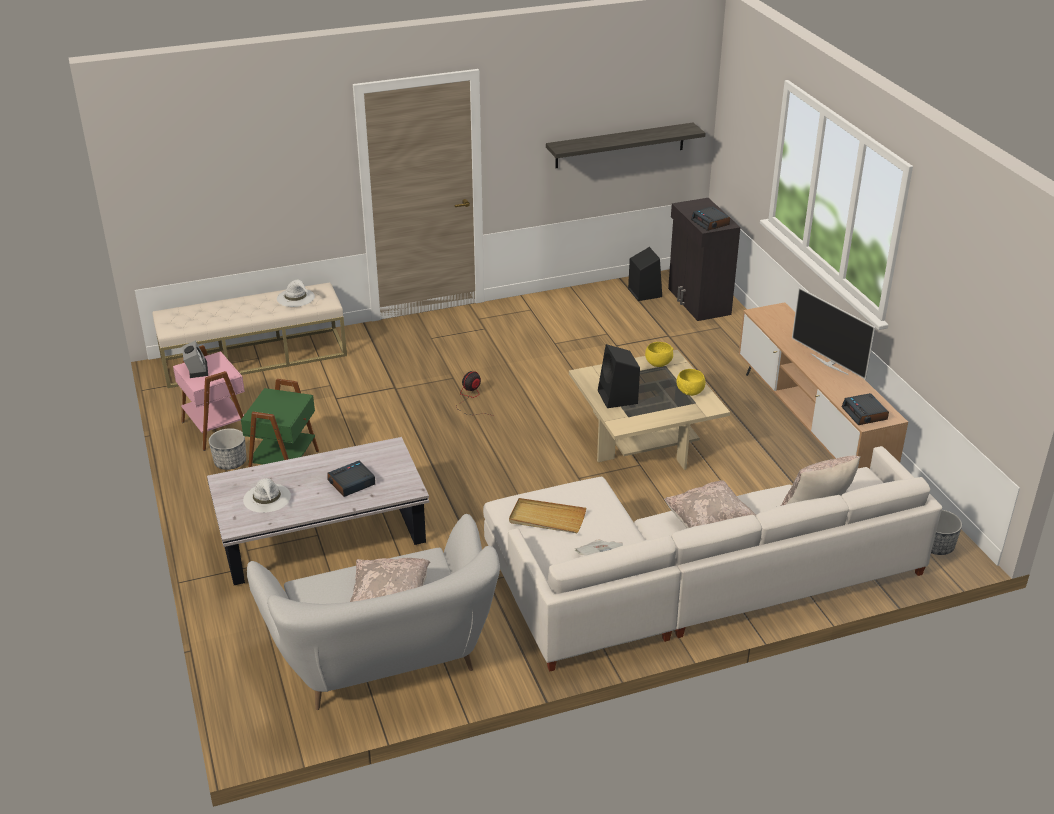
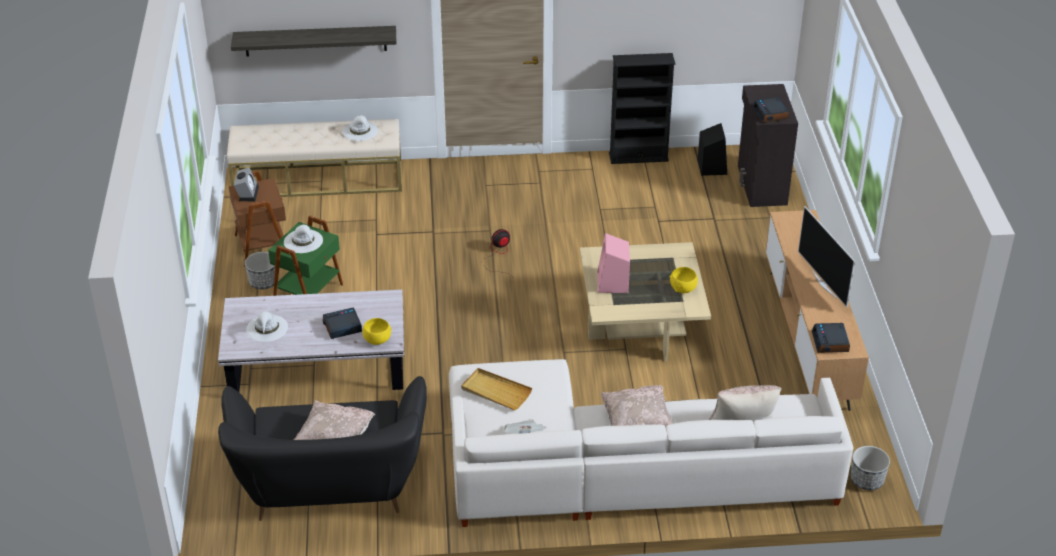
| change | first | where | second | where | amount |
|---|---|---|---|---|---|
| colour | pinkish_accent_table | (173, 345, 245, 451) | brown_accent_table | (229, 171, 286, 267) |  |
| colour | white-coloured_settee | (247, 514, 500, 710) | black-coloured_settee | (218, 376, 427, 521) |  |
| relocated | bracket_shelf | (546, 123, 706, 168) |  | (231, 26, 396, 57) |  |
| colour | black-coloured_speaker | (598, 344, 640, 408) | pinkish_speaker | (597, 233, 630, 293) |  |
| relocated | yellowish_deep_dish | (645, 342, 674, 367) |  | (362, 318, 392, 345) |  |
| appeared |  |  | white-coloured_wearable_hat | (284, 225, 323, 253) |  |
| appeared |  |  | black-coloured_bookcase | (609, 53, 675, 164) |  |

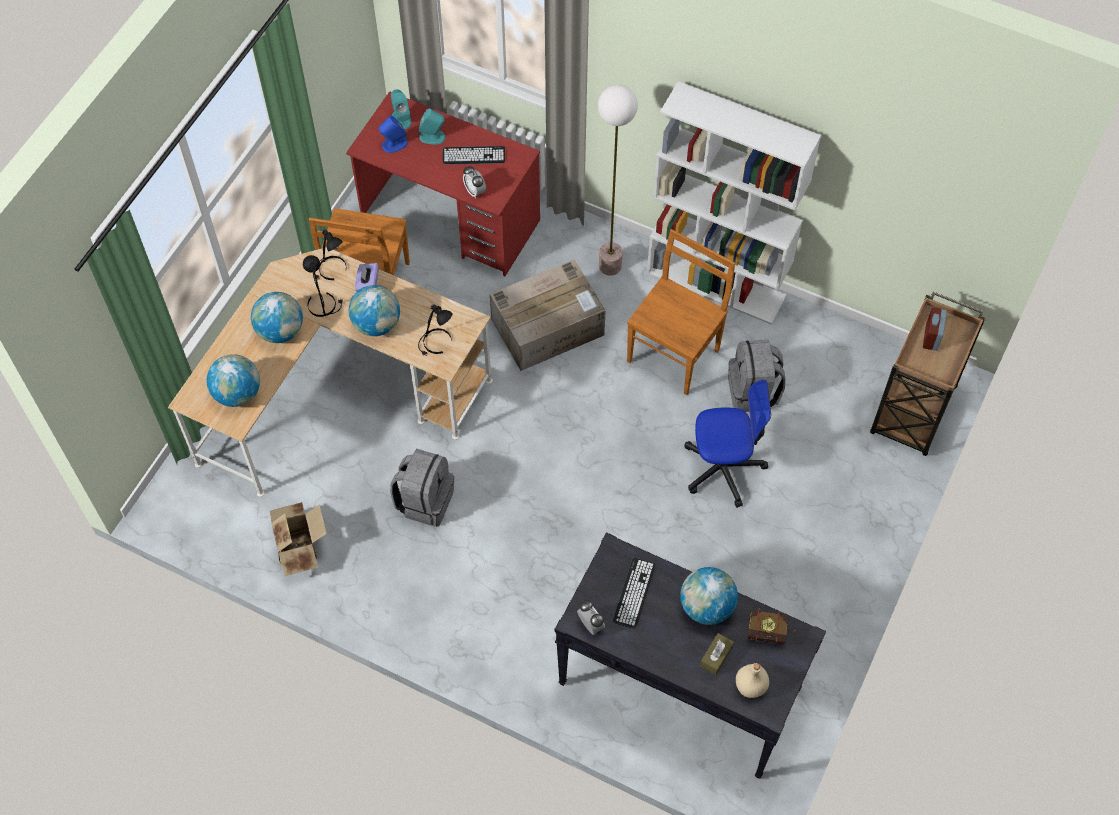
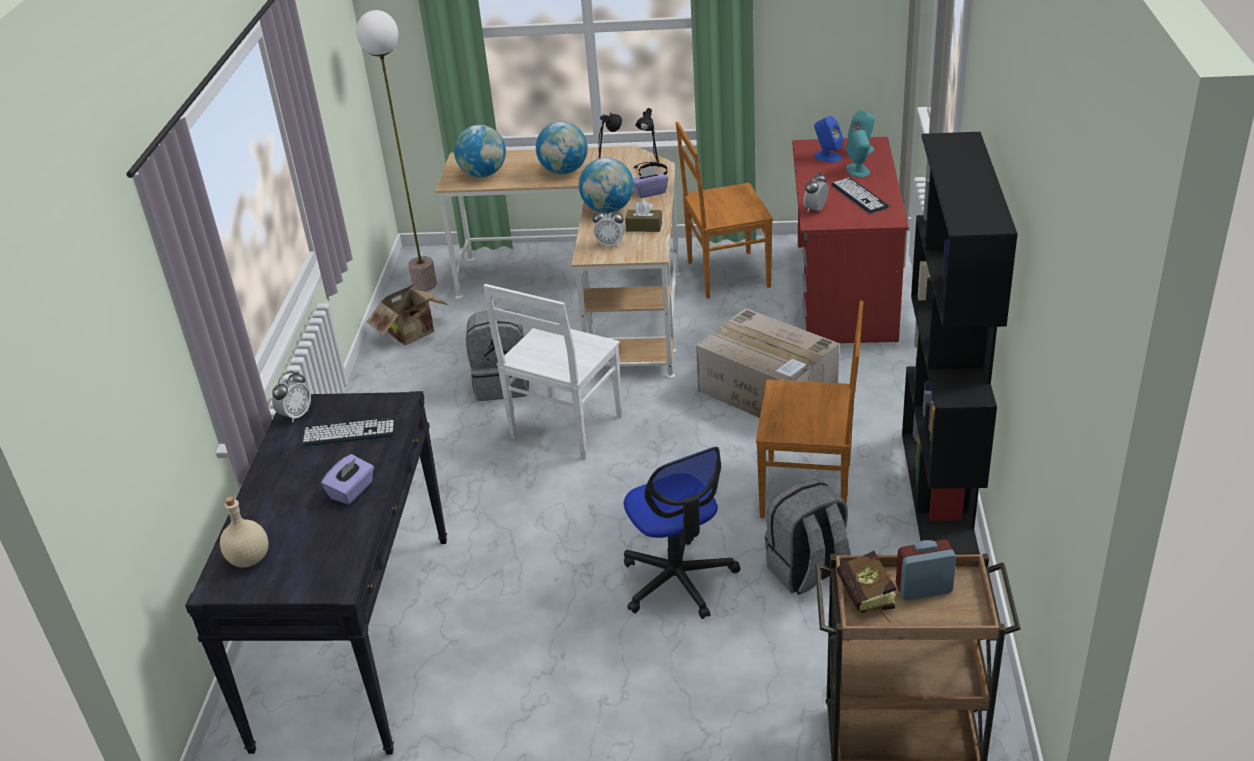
| change | first | where | second | where | amount |
|---|---|---|---|---|---|
| exchanged | black-coloured_table_lamp | (418, 304, 453, 356) | alarm_clock | (593, 207, 625, 247) |  |
| relocated | standard_lamp | (598, 85, 638, 275) |  | (356, 10, 437, 291) |  |
| colour | white-coloured_bookcase | (647, 81, 821, 324) | black-coloured_bookcase | (902, 132, 1018, 554) |  |
| exchanged | world_globe | (680, 567, 738, 625) | purple_box_of_tissues | (321, 454, 374, 505) |  |
| relocated | brown_box_of_tissues | (700, 633, 734, 675) |  | (625, 200, 662, 232) |  |
| relocated | bound_book | (747, 608, 795, 644) |  | (837, 551, 896, 625) |  |
| appeared |  |  | white-coloured_chair | (483, 284, 623, 460) |  |

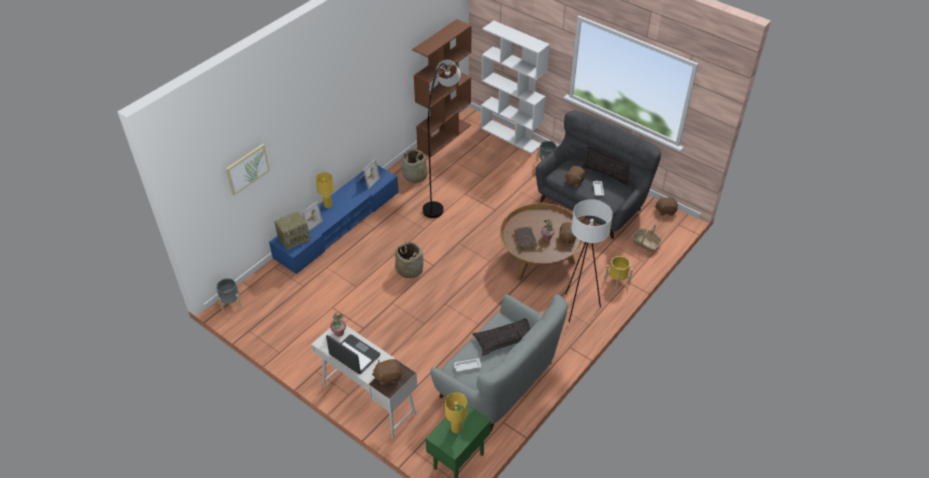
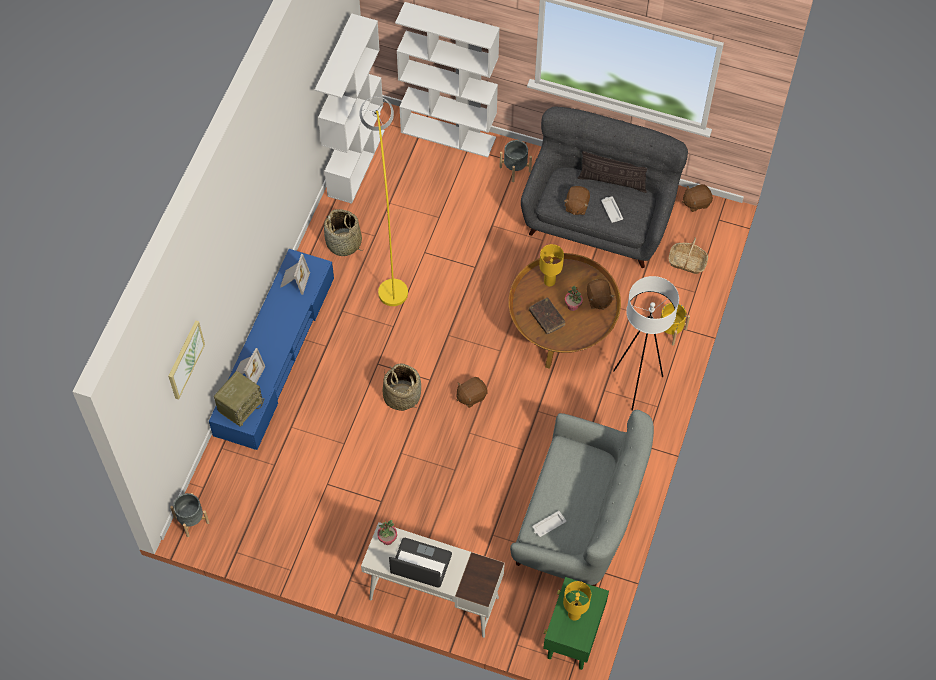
| change | first | where | second | where | amount |
|---|---|---|---|---|---|
| relocated | yellowish_table_lamp | (315, 172, 334, 208) |  | (539, 244, 564, 286) |  |
| relocated | brown_cuddly_toy | (372, 359, 402, 385) |  | (457, 377, 488, 408) |  |
| colour | brown_bookcase | (412, 19, 472, 157) | white-coloured_bookcase | (315, 13, 385, 204) |  |
| colour | gray_standard_lamp | (423, 60, 461, 218) | yellowish_standard_lamp | (359, 96, 408, 306) |  |
| missing | pillow | (472, 318, 531, 356) |  |  |  |

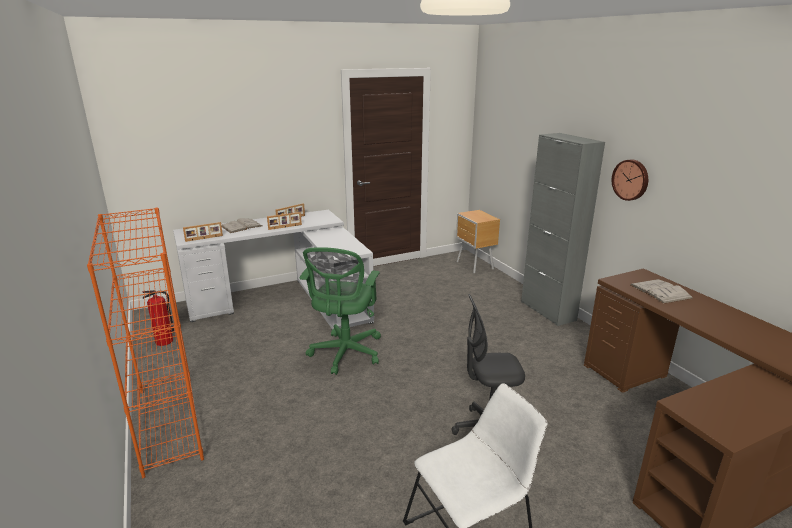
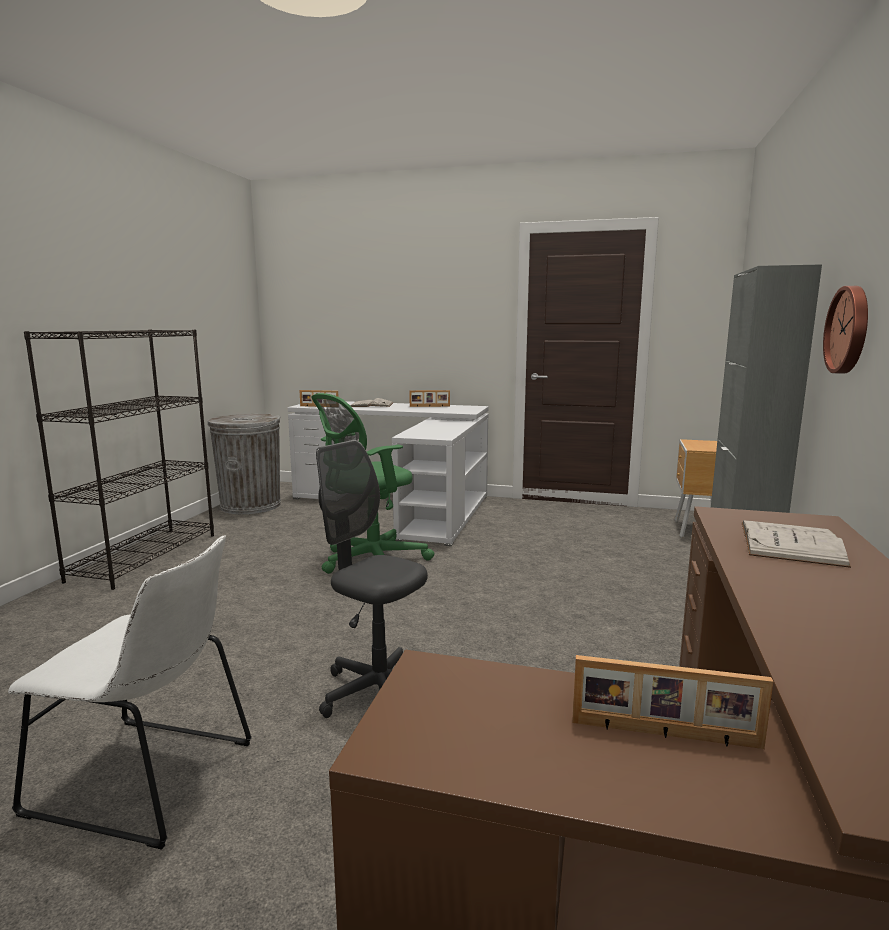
| change | first | where | second | where | amount |
|---|---|---|---|---|---|
| colour | orangey_bookcase | (87, 208, 204, 478) | black-coloured_bookcase | (24, 329, 214, 590) |  |
| exchanged | fire-fighting_cylinder | (142, 290, 174, 346) | gray_trash_can | (207, 414, 281, 514) |  |
| relocated | standing_frame | (267, 212, 302, 230) |  | (572, 655, 773, 749) |  |

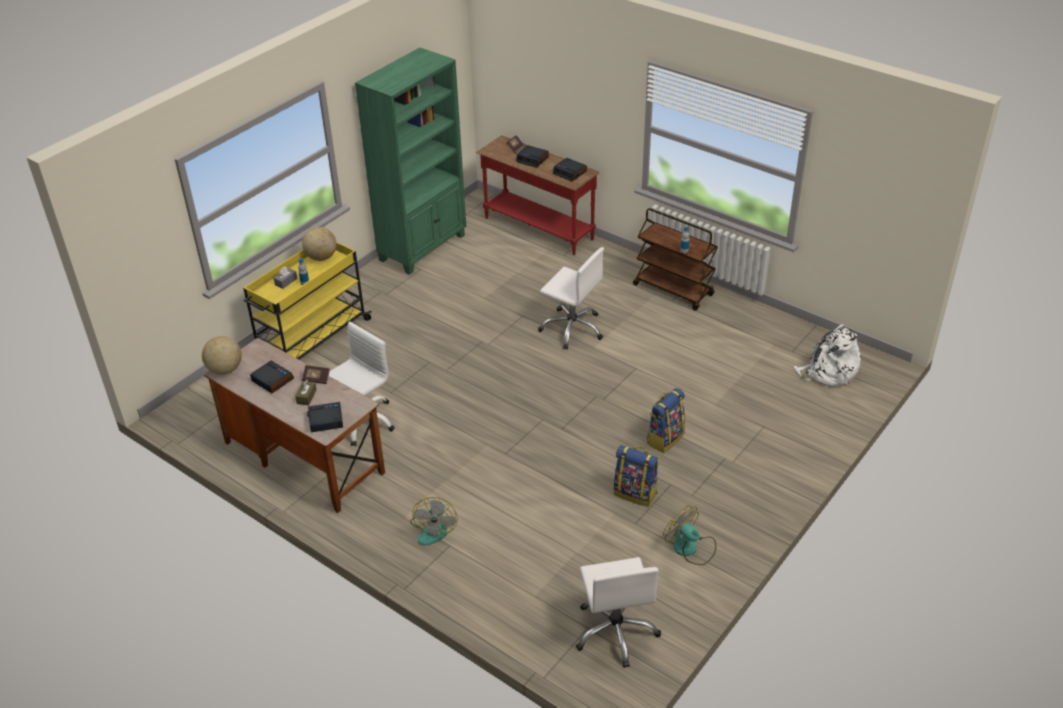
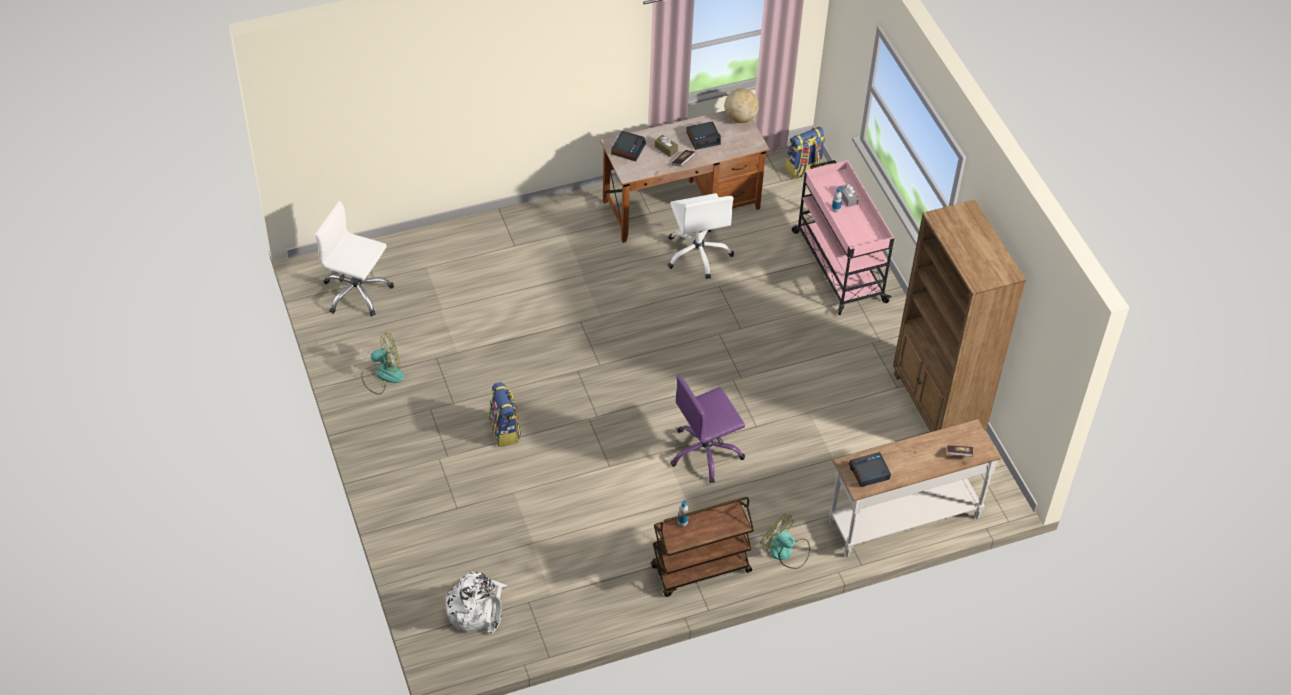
| change | first | where | second | where | amount |
|---|---|---|---|---|---|
| colour | yellowish_cart | (243, 242, 372, 359) | pinkish_cart | (792, 160, 894, 315) |  |
| missing | world_globe | (302, 227, 337, 261) |  |  |  |
| colour | green-coloured_bookcase | (355, 47, 466, 275) | brown_bookcase | (893, 200, 1026, 432) |  |
| relocated | cooling_fan | (410, 497, 458, 545) |  | (760, 514, 810, 569) |  |
| colour | red_console_table | (476, 135, 600, 255) | white-coloured_console_table | (829, 419, 1001, 557) |  |
| missing | alarm_clock | (516, 145, 549, 168) |  |  |  |
| colour | white-coloured_office_chair | (538, 247, 604, 349) | purple_office_chair | (670, 375, 745, 483) |  |
| relocated | knapsack | (614, 445, 659, 507) |  | (785, 127, 825, 179) |  |

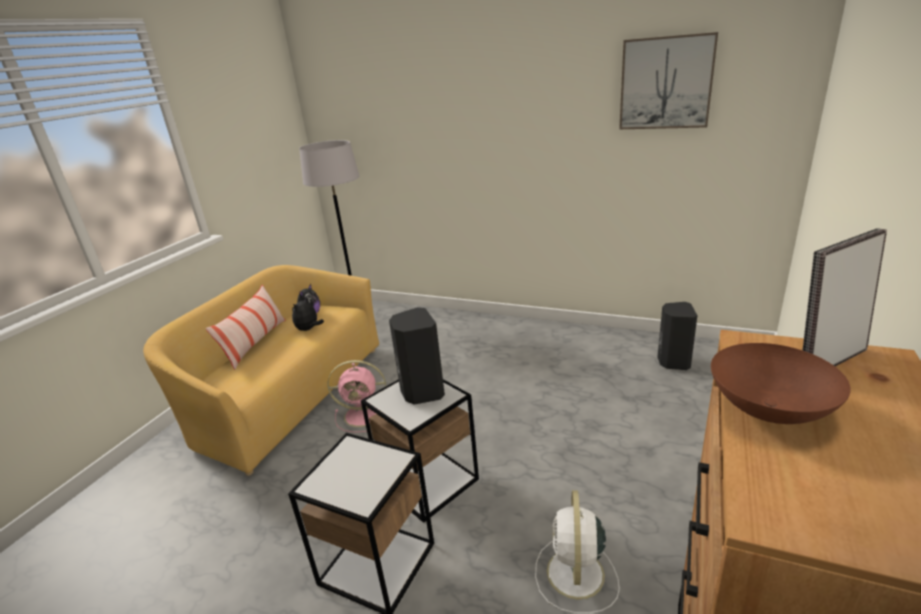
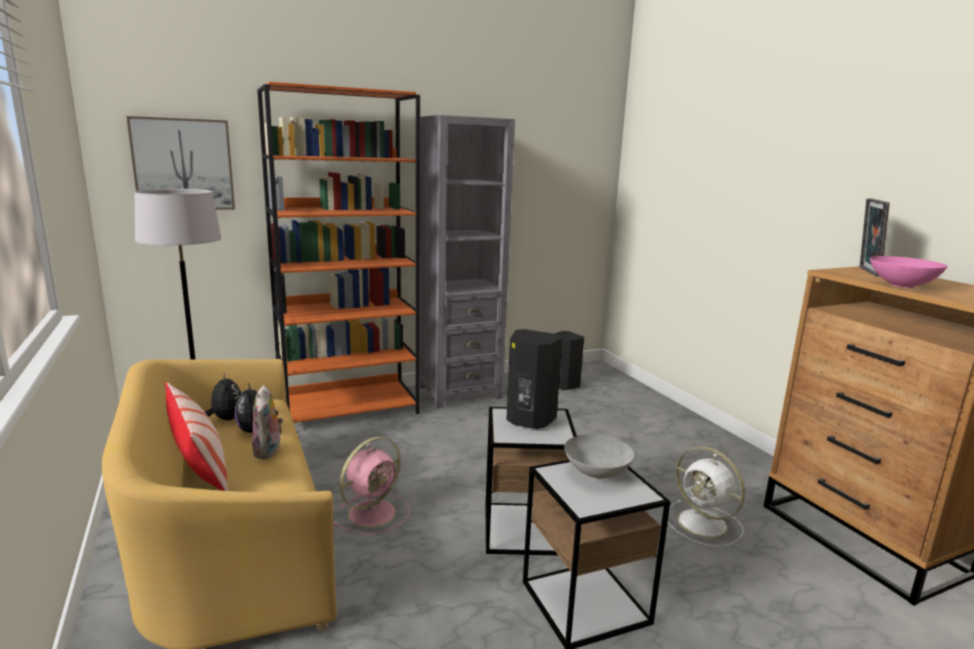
| change | first | where | second | where | amount |
|---|---|---|---|---|---|
| relocated | wall_art | (619, 32, 718, 129) |  | (126, 116, 235, 210) |  |
| colour | brown_deep_dish | (711, 343, 851, 424) | pinkish_deep_dish | (870, 256, 947, 288) |  |
| appeared |  |  | cuddly_toy | (252, 385, 283, 459) |  |
| appeared |  |  | orangey_bookcase | (257, 82, 420, 423) |  |
| appeared |  |  | gray_bookcase | (420, 115, 515, 409) |  |
| appeared |  |  | gray_deep_dish | (564, 434, 635, 479) |  |

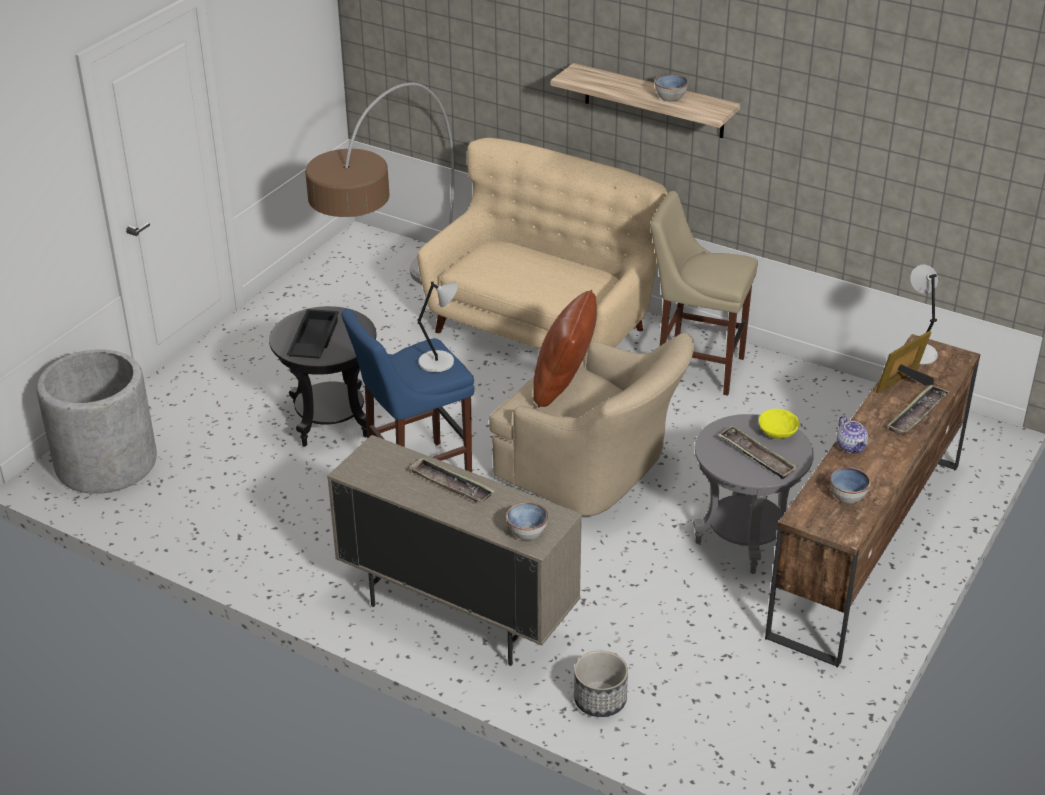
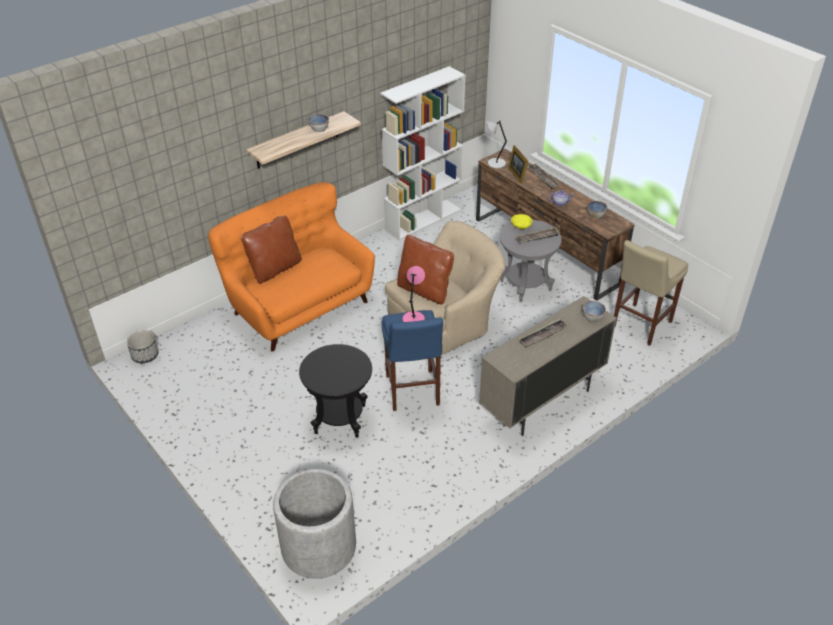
| change | first | where | second | where | amount |
|---|---|---|---|---|---|
| missing | black-coloured_serving_tray | (287, 309, 339, 359) |  |  |  |
| missing | standard_lamp | (305, 83, 454, 284) |  |  |  |
| colour | sand-coloured_settee | (417, 138, 668, 358) | orangey_settee | (208, 182, 375, 352) |  |
| colour | gray_table_lamp | (418, 281, 458, 373) | pinkish_table_lamp | (403, 266, 425, 322) |  |
| relocated | planter | (574, 651, 628, 717) |  | (127, 330, 158, 363) |  |
| relocated | sand-coloured_stool_seat | (650, 191, 758, 395) |  | (614, 240, 688, 346) |  |
| appeared |  |  | brown_pillow | (241, 215, 301, 284) |  |
| appeared |  |  | white-coloured_bookcase | (380, 66, 465, 240) |  |

